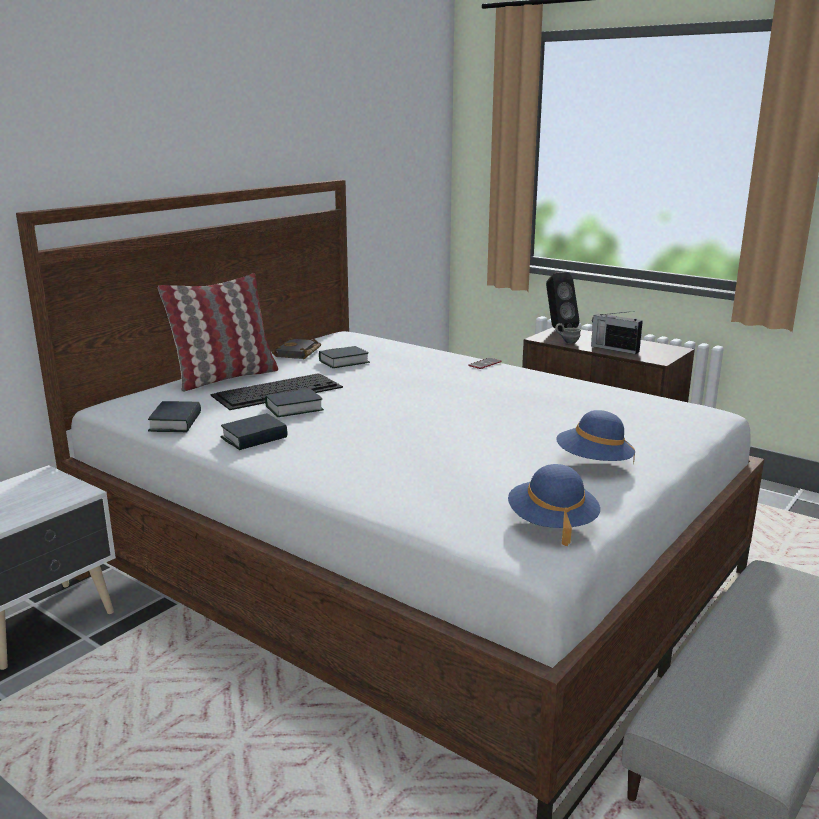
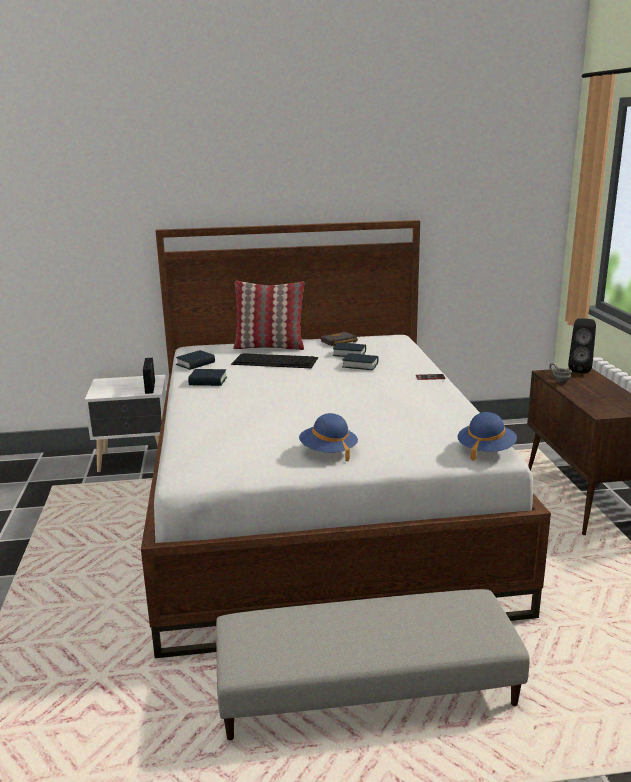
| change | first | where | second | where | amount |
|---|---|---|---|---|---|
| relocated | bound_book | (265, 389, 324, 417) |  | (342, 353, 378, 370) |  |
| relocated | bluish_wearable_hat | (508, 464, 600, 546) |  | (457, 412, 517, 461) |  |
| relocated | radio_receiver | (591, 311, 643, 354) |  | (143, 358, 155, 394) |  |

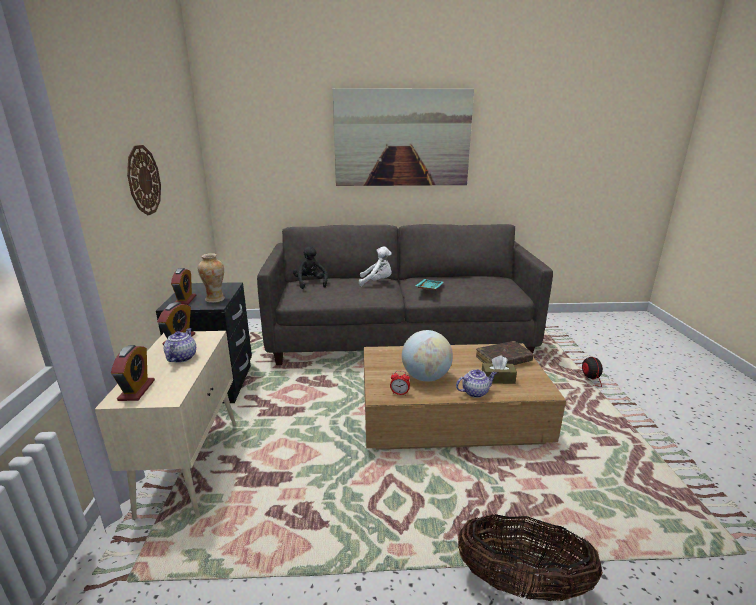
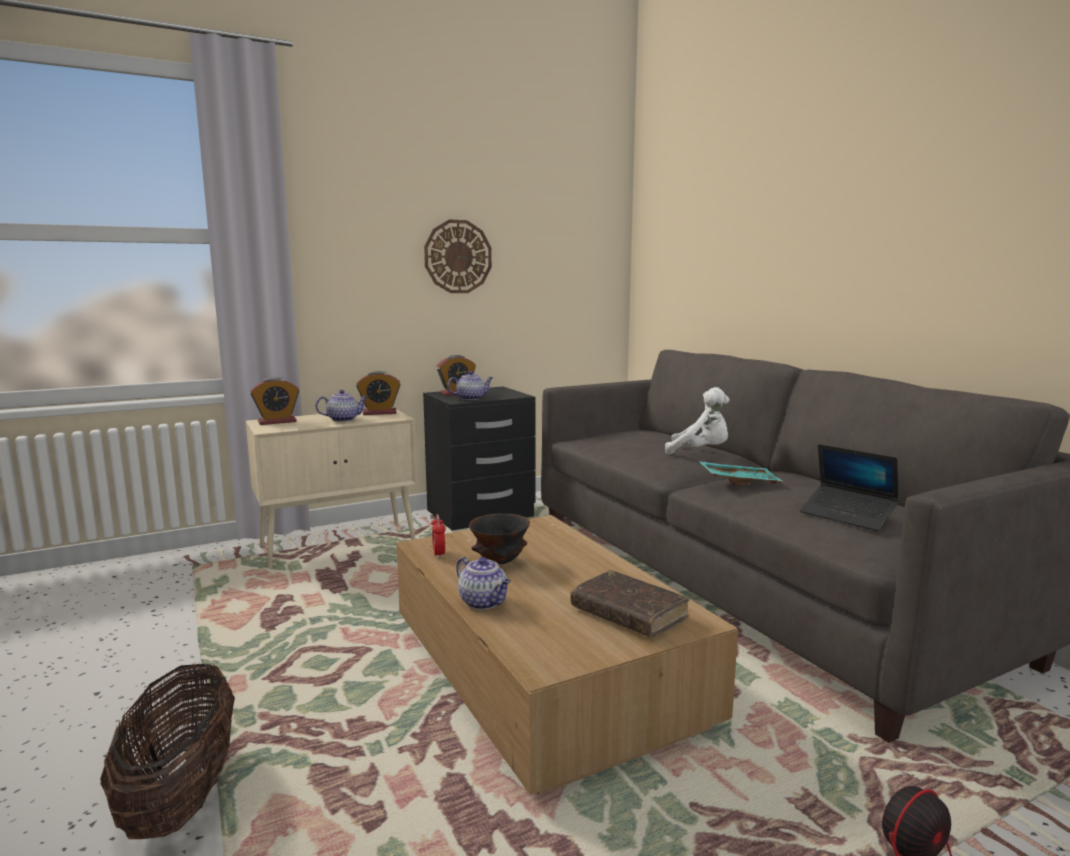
| change | first | where | second | where | amount |
|---|---|---|---|---|---|
| exchanged | flower_vase | (198, 253, 225, 303) | teapot | (447, 371, 493, 400) |  |
| missing | black-coloured_cuddly_toy | (293, 246, 328, 289) |  |  |  |
| missing | wall_art | (333, 88, 474, 186) |  |  |  |
| spun | white-coloured_cuddly_toy | (359, 246, 392, 286) |  | (665, 387, 730, 455) | 45 degrees counterclockwise |
| exchanged | world_globe | (402, 330, 453, 381) | black-coloured_deep_dish | (469, 513, 530, 564) |  |
| missing | brown_box_of_tissues | (482, 355, 517, 384) |  |  |  |
| appeared |  |  | laptop | (800, 444, 899, 531) |  |

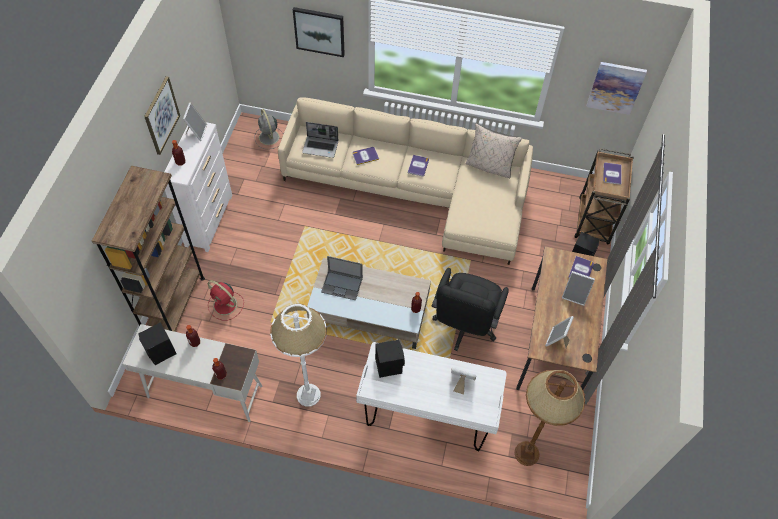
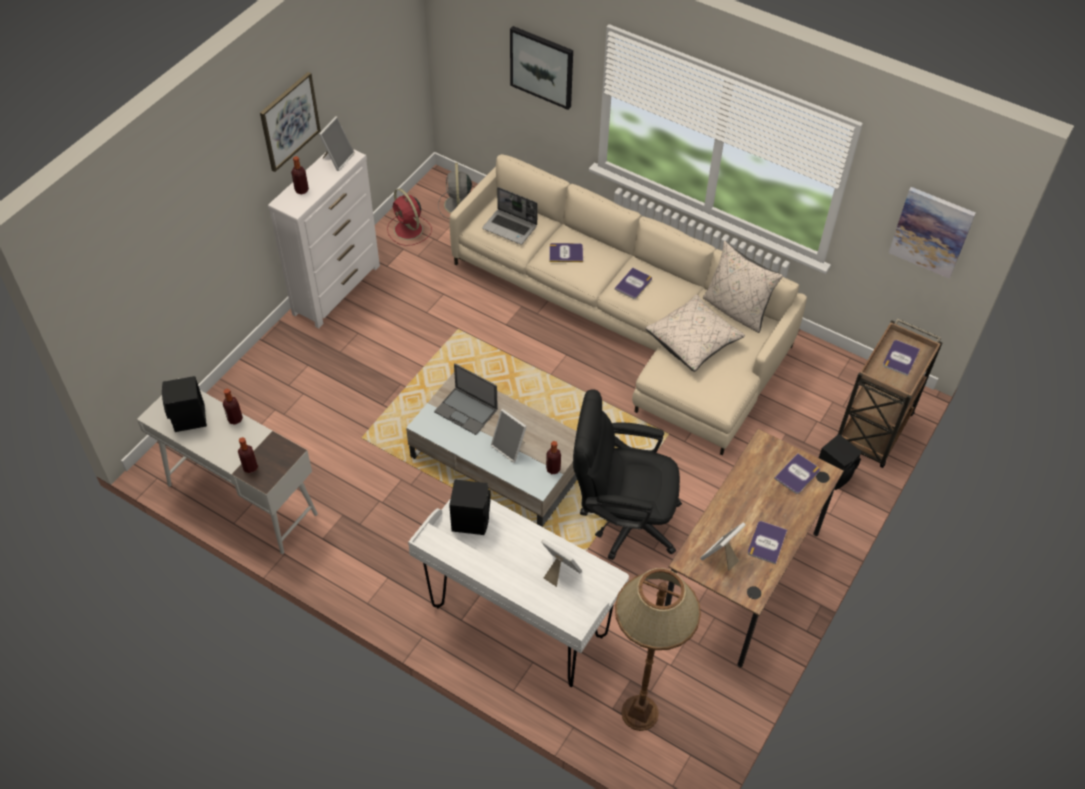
| change | first | where | second | where | amount |
|---|---|---|---|---|---|
| missing | brown_bookcase | (92, 166, 205, 332) |  |  |  |
| relocated | red_cooling_fan | (208, 280, 244, 321) |  | (387, 188, 432, 246) |  |
| missing | white-coloured_standard_lamp | (270, 304, 327, 407) |  |  |  |
| spun | black-coloured_office_chair | (432, 268, 509, 351) |  | (573, 389, 682, 560) | 60 degrees clockwise |
| relocated | standing_frame | (562, 271, 595, 306) |  | (491, 409, 527, 463) |  |
| appeared |  |  | sand-coloured_pillow | (646, 294, 745, 372) |  |
| appeared |  |  | bound_book | (748, 521, 787, 564) |  |

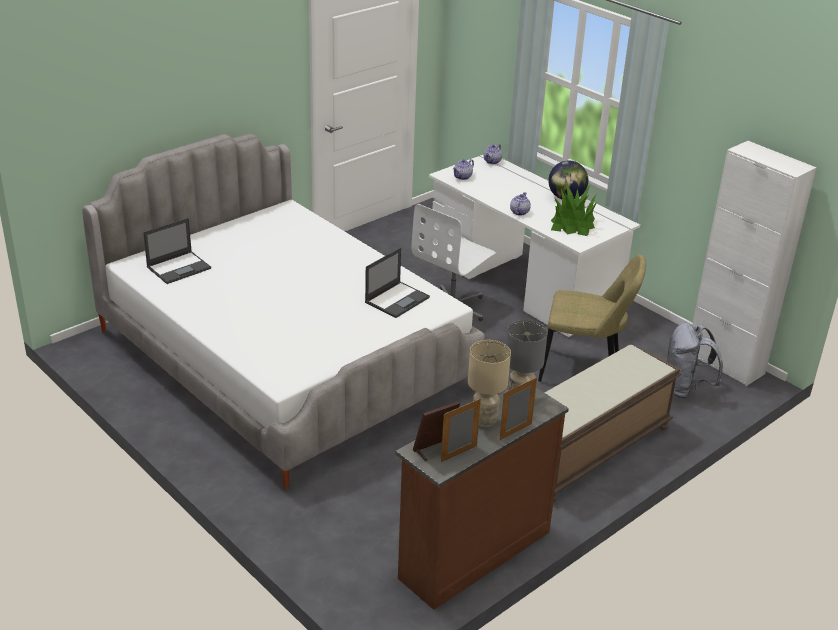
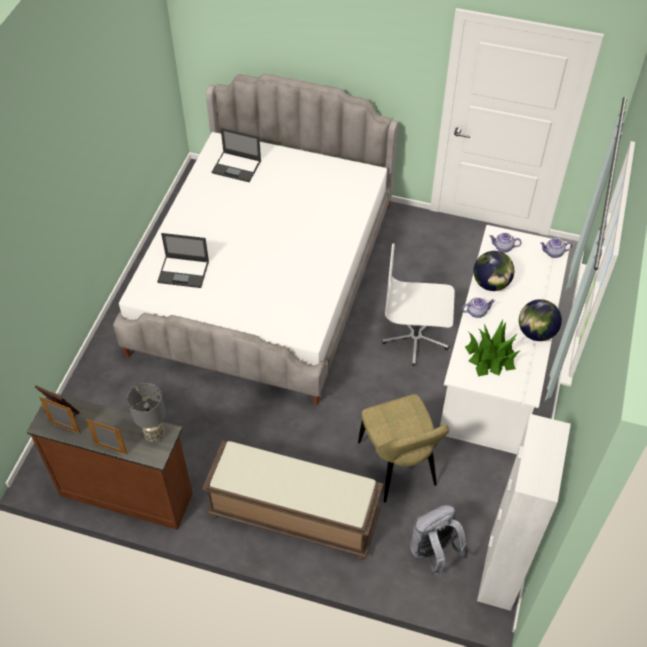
| change | first | where | second | where | amount |
|---|---|---|---|---|---|
| relocated | laptop | (365, 248, 430, 318) |  | (157, 233, 209, 288) |  |
| missing | sand-coloured_table_lamp | (468, 340, 511, 427) |  |  |  |
| appeared |  |  | world_globe | (474, 251, 514, 291) |  |

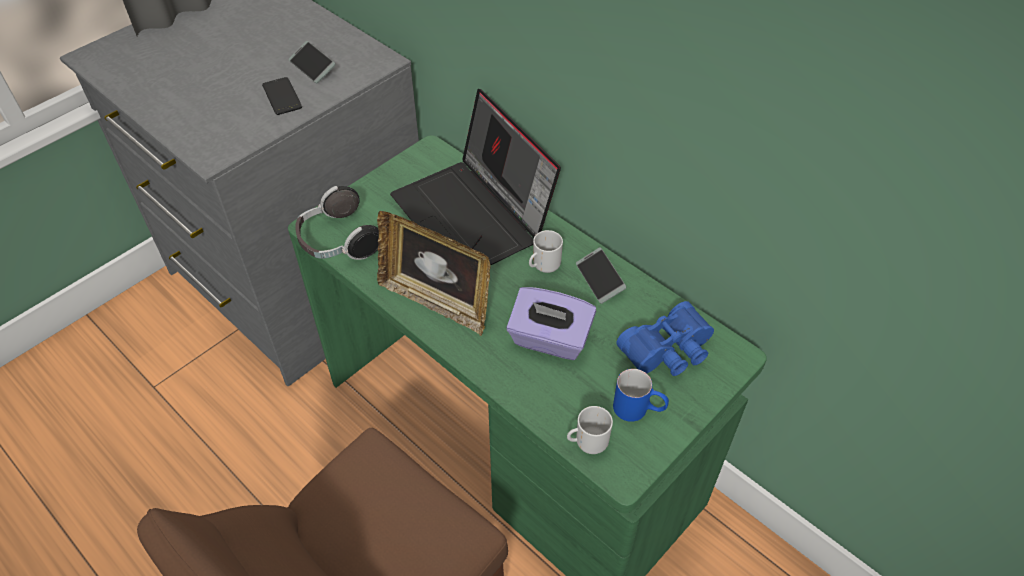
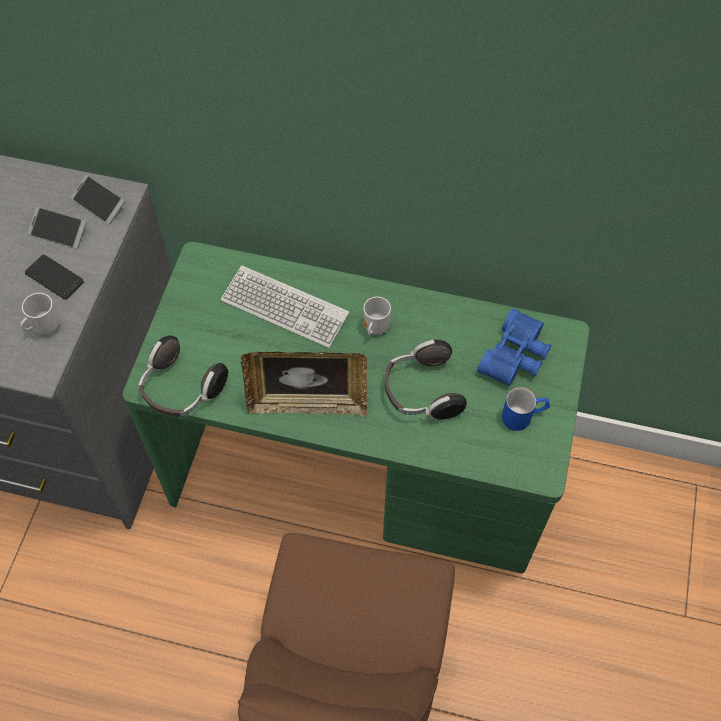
| change | first | where | second | where | amount |
|---|---|---|---|---|---|
| exchanged | laptop | (390, 89, 561, 266) | PC_keyboard | (221, 266, 349, 348) |  |
| exchanged | purple_box_of_tissues | (506, 287, 596, 360) | headphones | (385, 340, 467, 420) |  |
| relocated | tea_mug | (567, 406, 613, 454) |  | (21, 293, 60, 335) |  |
| relocated | handset | (576, 247, 626, 304) |  | (71, 175, 125, 224) |  |

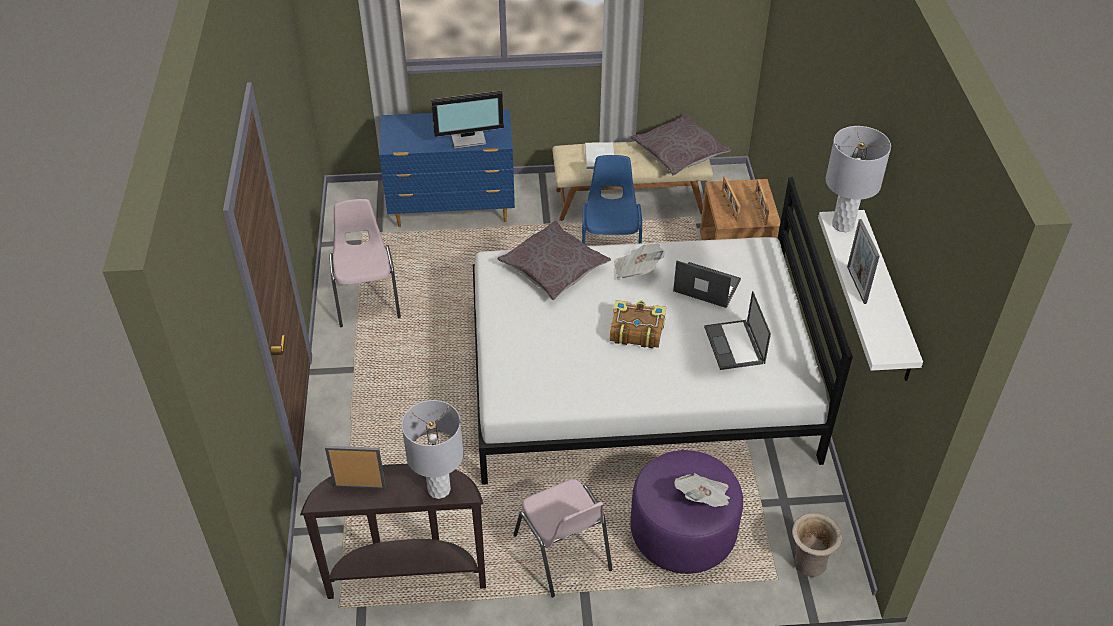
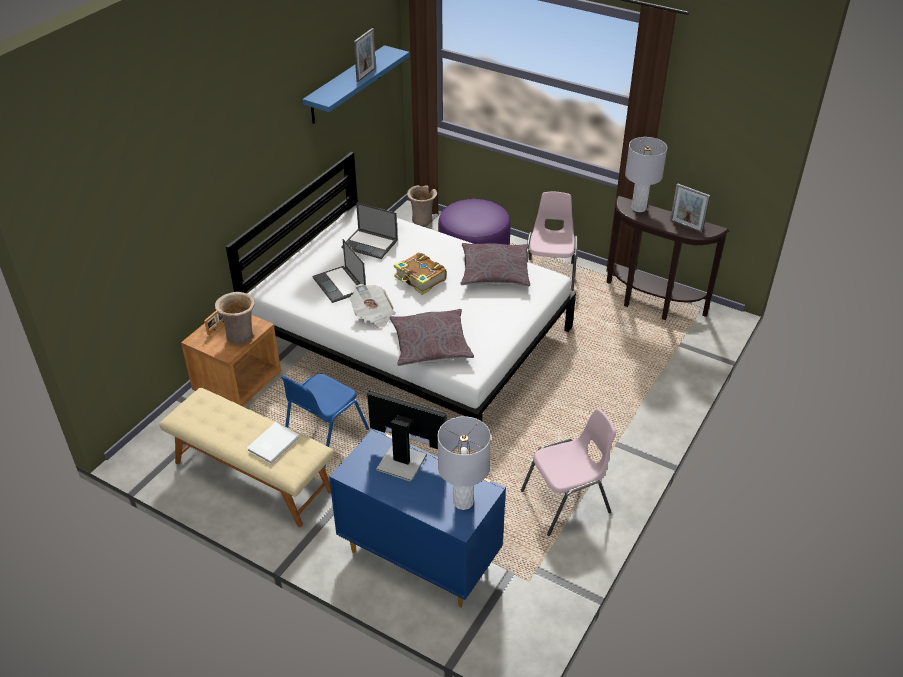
| change | first | where | second | where | amount |
|---|---|---|---|---|---|
| spun | pinkish_chair | (329, 199, 401, 327) |  | (521, 408, 616, 536) | 135 degrees counterclockwise |
| relocated | gray_pillow | (630, 114, 731, 176) |  | (460, 243, 530, 287) |  |
| missing | daily_paper | (674, 473, 730, 507) |  |  |  |
| spun | laptop | (704, 291, 771, 370) |  | (341, 202, 398, 259) | 90 degrees clockwise |
| exchanged | standing_frame | (722, 176, 741, 221) | sand-coloured_flower_vase | (215, 292, 255, 344) |  |
| colour | white-coloured_bracket_shelf | (818, 210, 923, 381) | bluish_bracket_shelf | (302, 45, 410, 124) |  |
| relocated | gray_table_lamp | (826, 126, 891, 232) |  | (438, 416, 491, 510) |  |

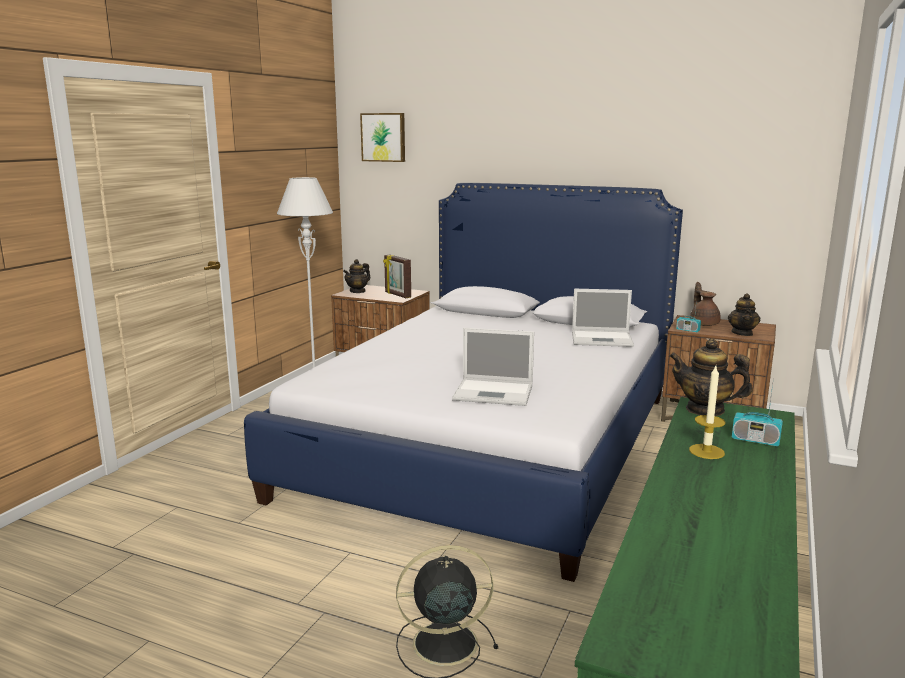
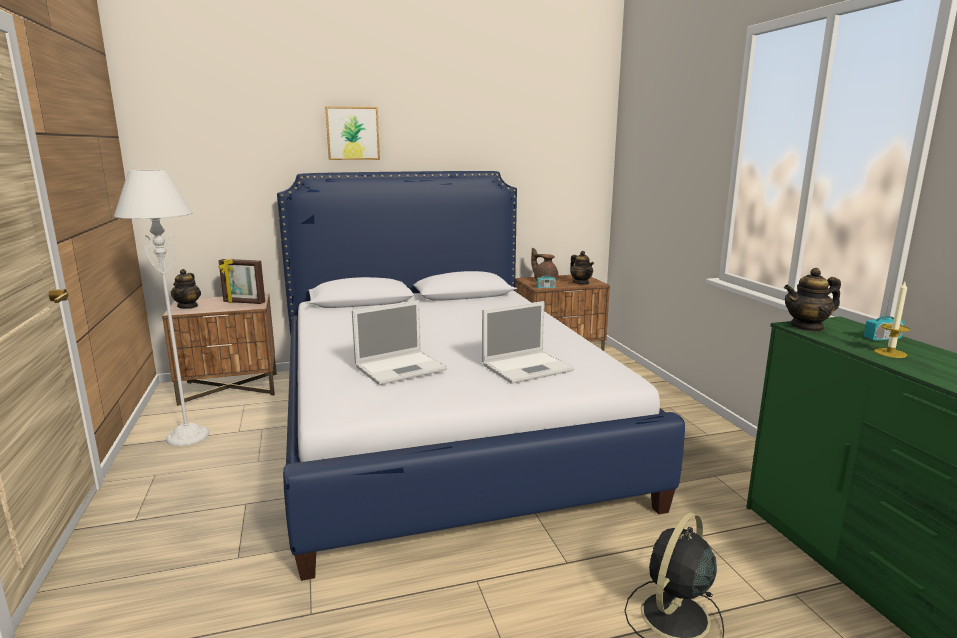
| change | first | where | second | where | amount |
|---|---|---|---|---|---|
| relocated | wall_art | (360, 113, 405, 162) |  | (325, 106, 380, 160) |  |
| relocated | laptop | (572, 289, 634, 347) |  | (352, 300, 447, 385) |  |

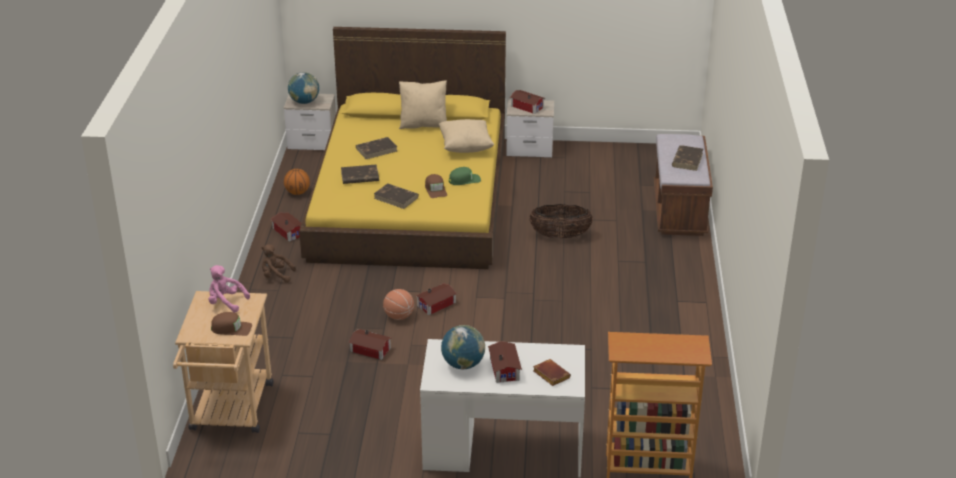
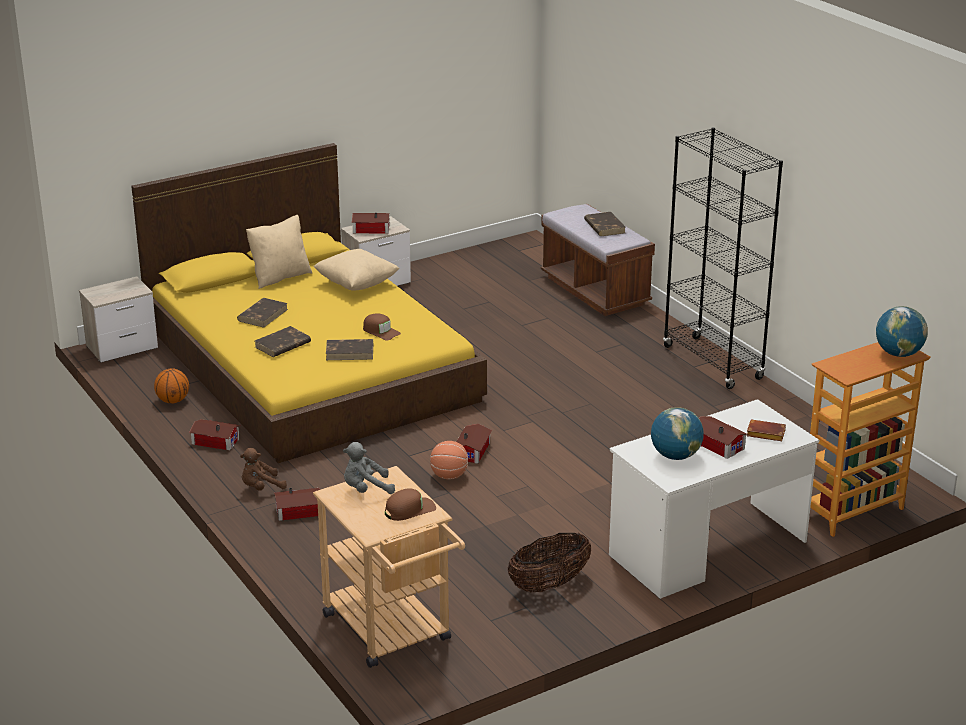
| change | first | where | second | where | amount |
|---|---|---|---|---|---|
| colour | pinkish_cuddly_toy | (208, 265, 250, 313) | gray_cuddly_toy | (343, 442, 395, 494) |  |
| relocated | world_globe | (288, 72, 319, 104) |  | (876, 306, 928, 357) |  |
| relocated | model_house | (348, 329, 391, 360) |  | (274, 488, 320, 521) |  |
| missing | green-coloured_cap | (449, 167, 481, 185) |  |  |  |
| relocated | household_basket | (529, 204, 593, 238) |  | (508, 533, 591, 592) |  |
| appeared |  |  | black-coloured_bookcase | (663, 127, 783, 389) |  |

